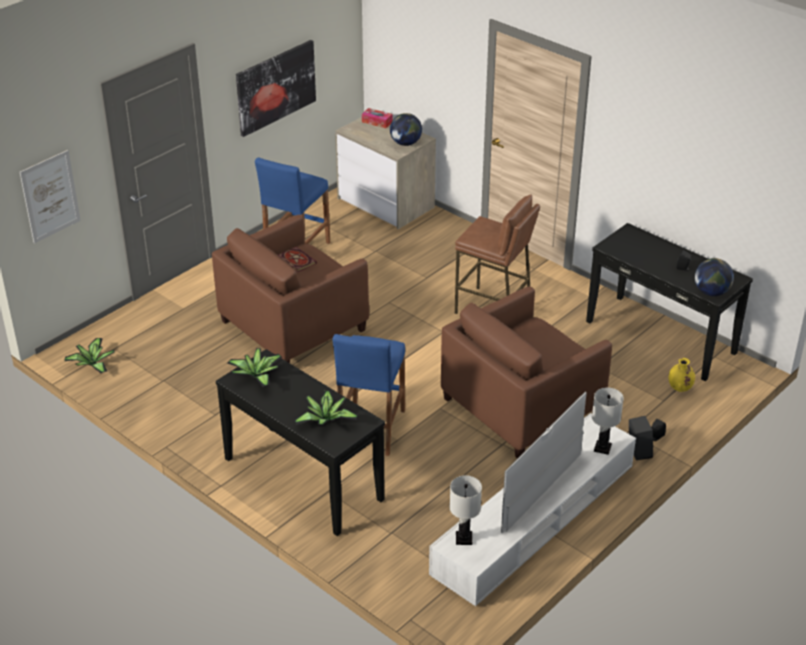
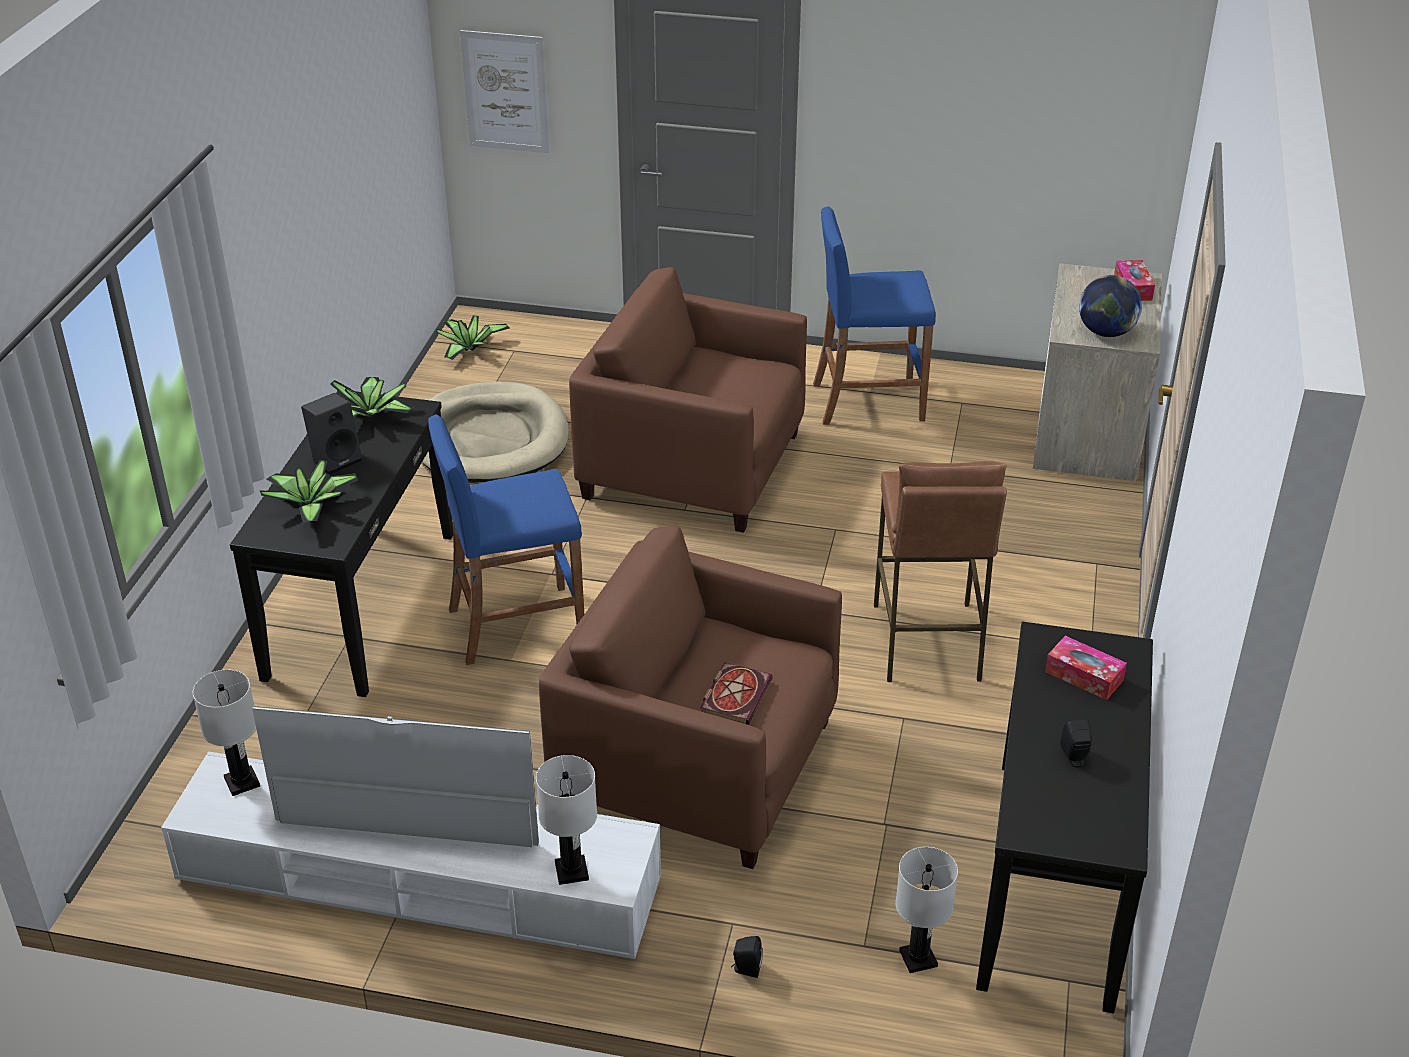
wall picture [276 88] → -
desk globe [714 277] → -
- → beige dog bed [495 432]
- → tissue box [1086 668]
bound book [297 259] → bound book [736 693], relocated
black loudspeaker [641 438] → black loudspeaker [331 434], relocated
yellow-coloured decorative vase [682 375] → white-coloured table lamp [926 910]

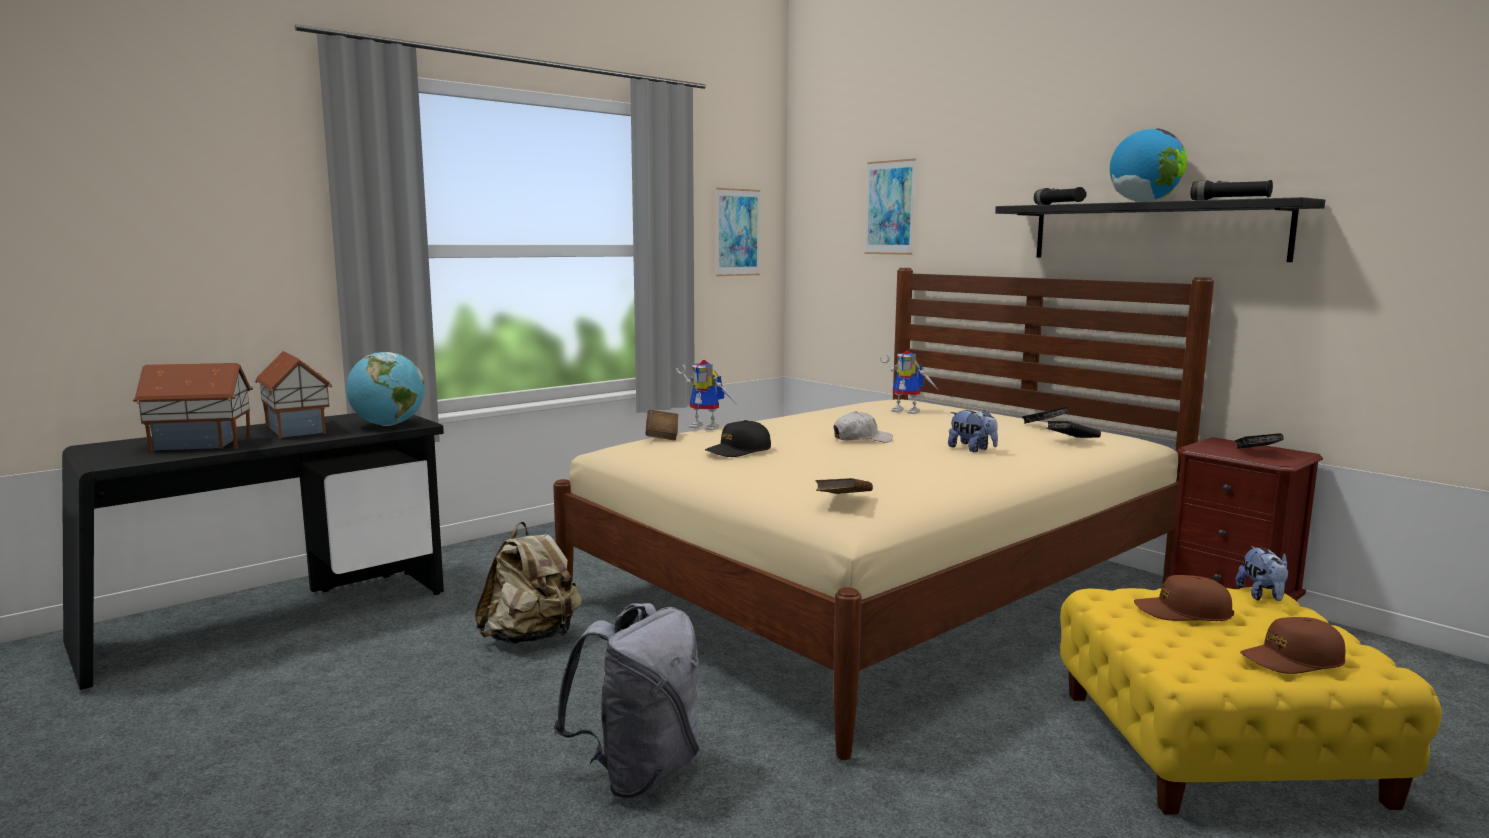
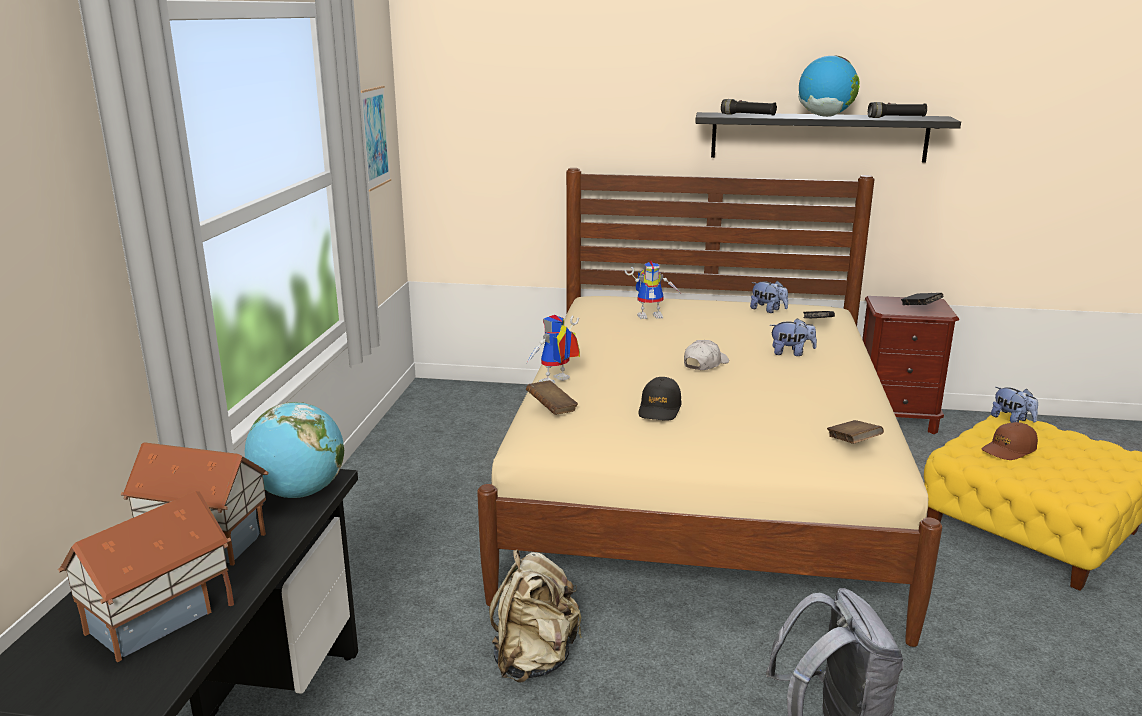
wall picture [890 207] → -
brownish cap [1293 645] → -
black bound book [1045 415] → soft toy [769 297]
robot figure [705 395] → robot figure [553 349], 150 degrees clockwise

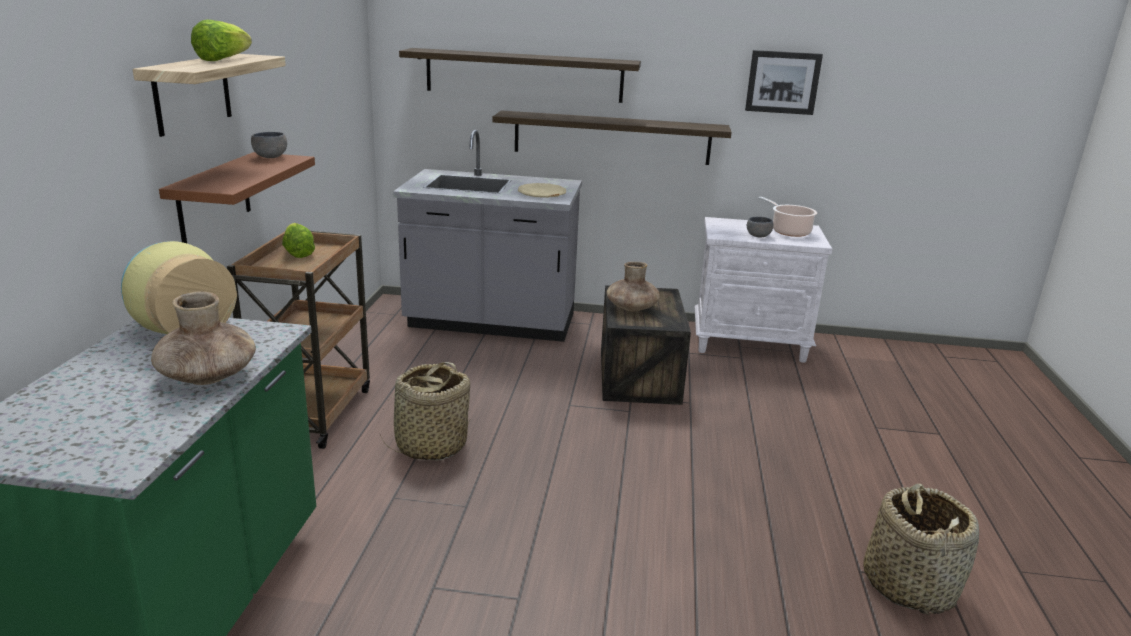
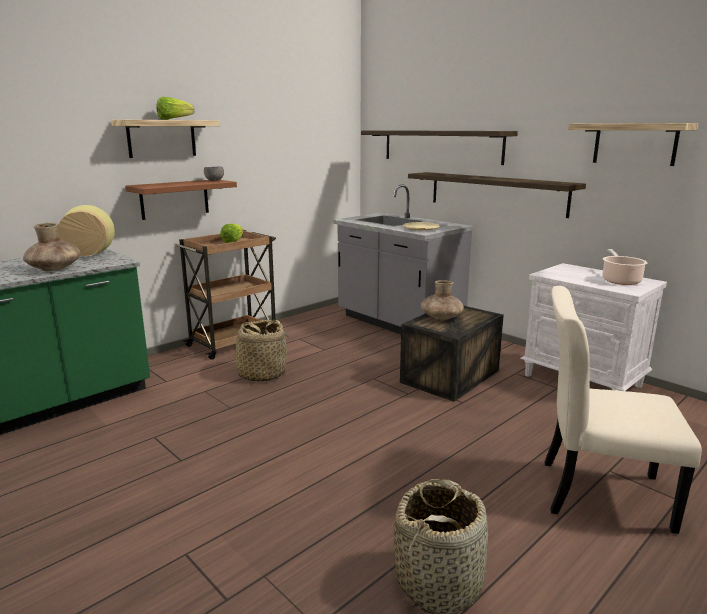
greyish serving bowl [760 227] → -
- → beige plain chair [623 410]
wall picture [784 82] → wall shelf [633 144]

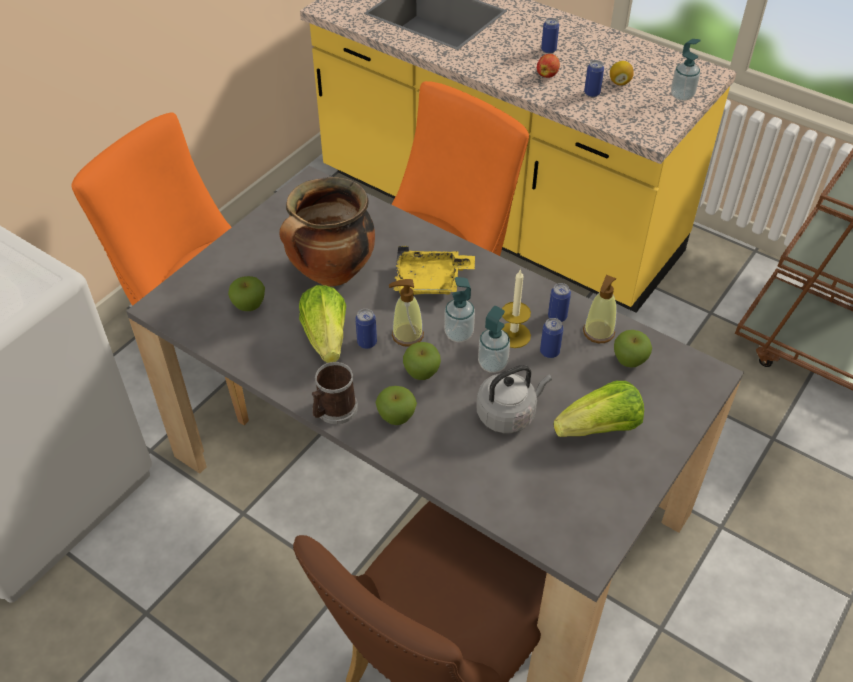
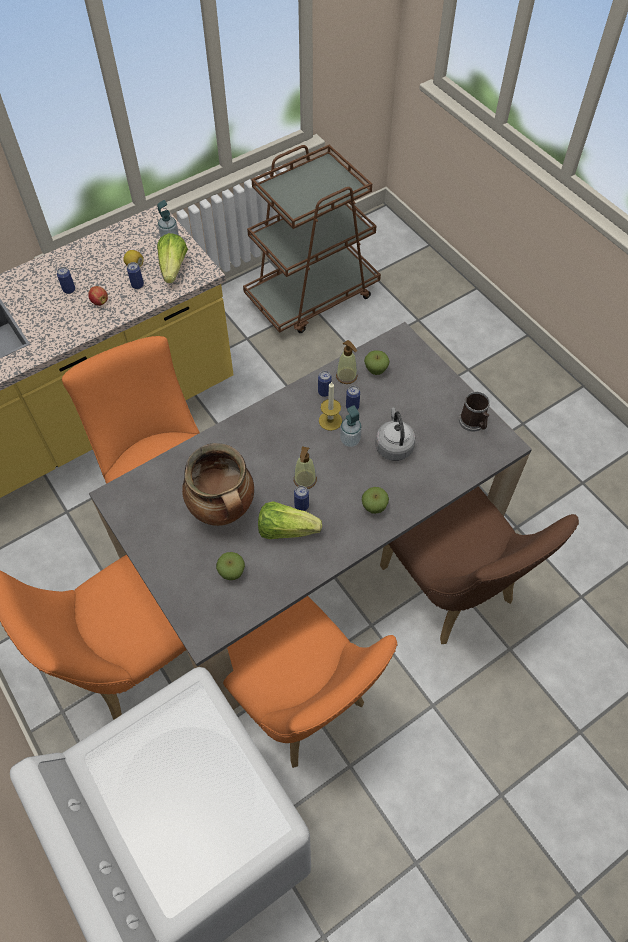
yellow-coloured carrying tray [434 270] → -
apple fruit [422 361] → -
liquid soap bottle [459 309] → -
- → orangey plain chair [310 682]
mug [335 393] → mug [474 412], relocated
lettuce [599 409] → lettuce [172 258], relocated

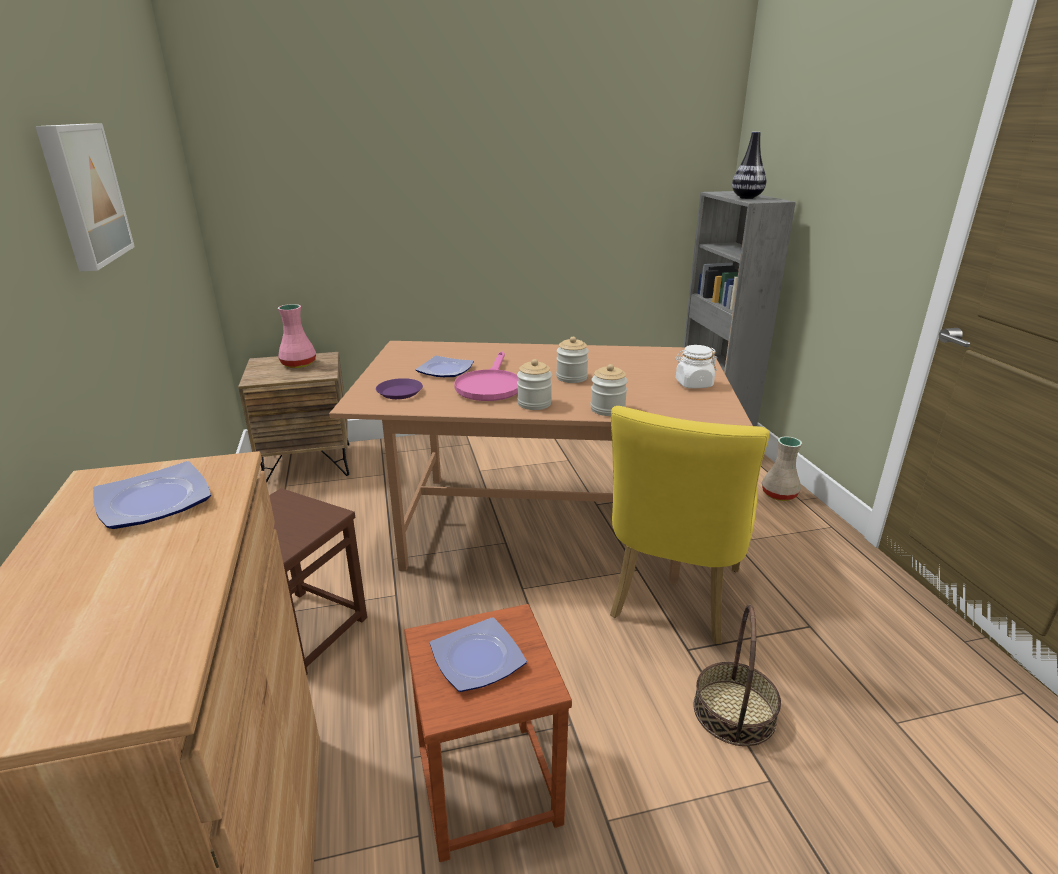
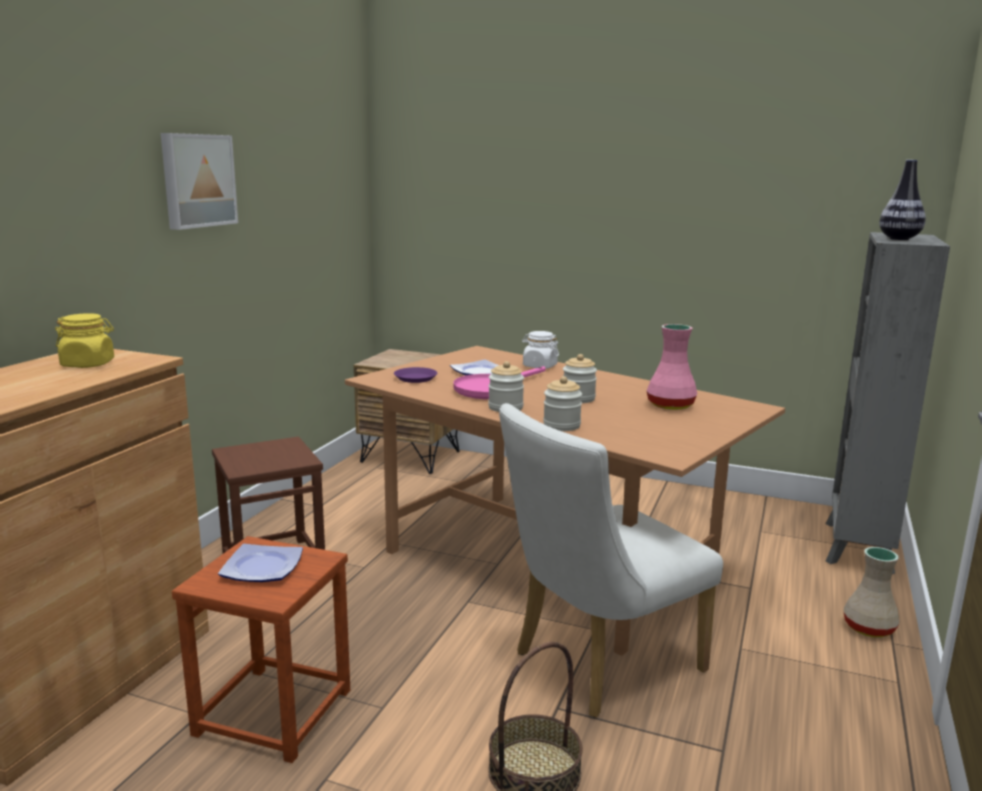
pink-coloured decorative vase [297 336] → pink-coloured decorative vase [672 367], relocated
white-coloured jar [696 366] → white-coloured jar [540 350], relocated
dinner plate [152 495] → yellow-coloured jar [84 340]
yellow-coloured plain chair [689 525] → white-coloured plain chair [611 560]

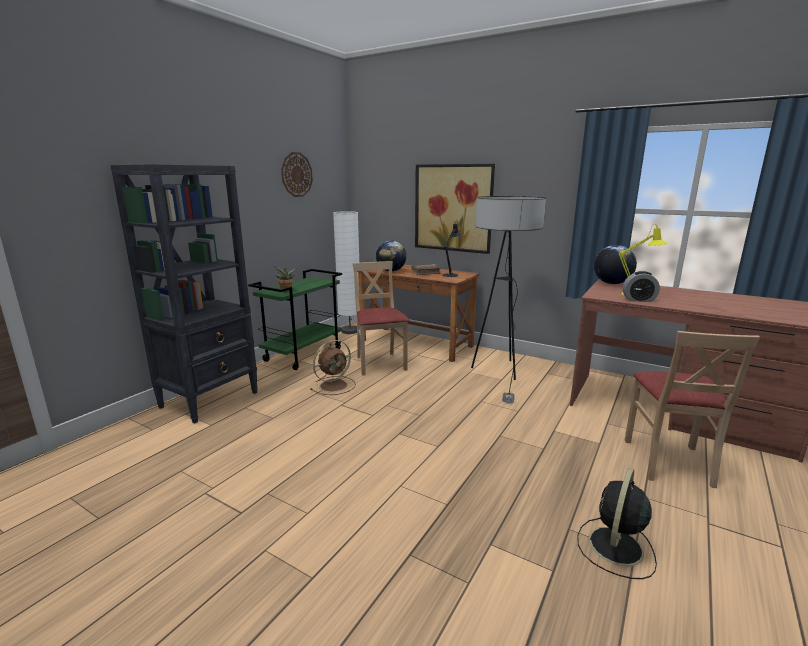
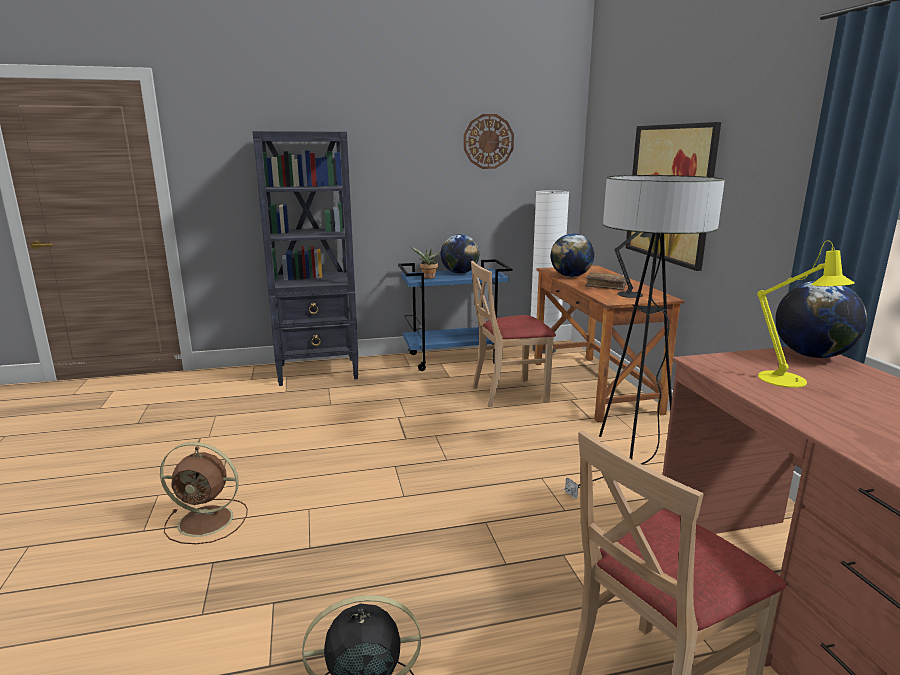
bedside clock [641 286] → -
- → desk globe [460 254]
brownish electric fan [333 367] → brownish electric fan [204 493], relocated
green trolley [295 319] → blue trolley [455 315]
beige plain chair [381 318] → beige plain chair [513 334], 135 degrees counterclockwise

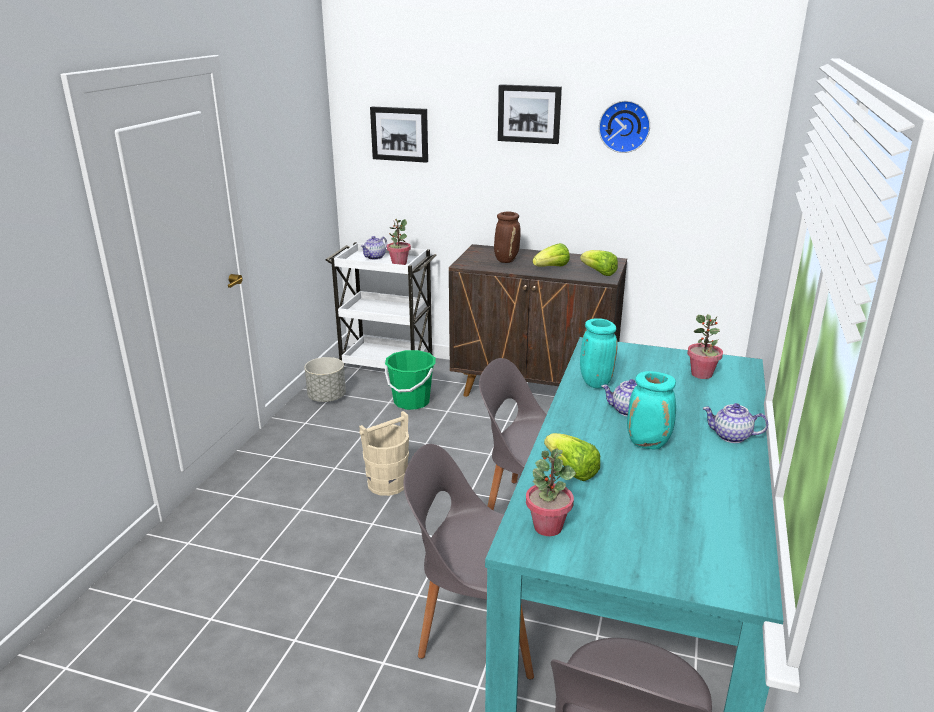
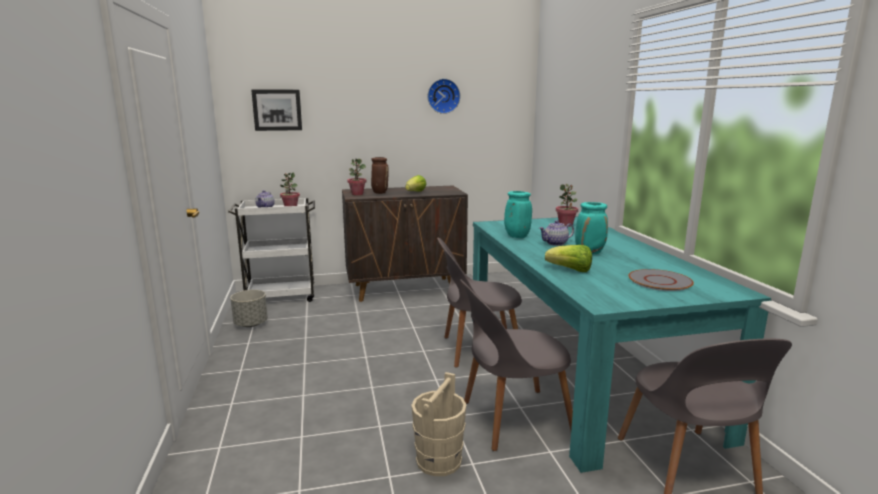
green pail [410 380] → -
wall picture [530 114] → -
lettuce [599 263] → -
teapot [735 423] → -
- → greyish dinner plate [661 280]
beige pail [384 453] → beige pail [439 424], relocated
plant in a pot [551 492] → plant in a pot [356 177], relocated

